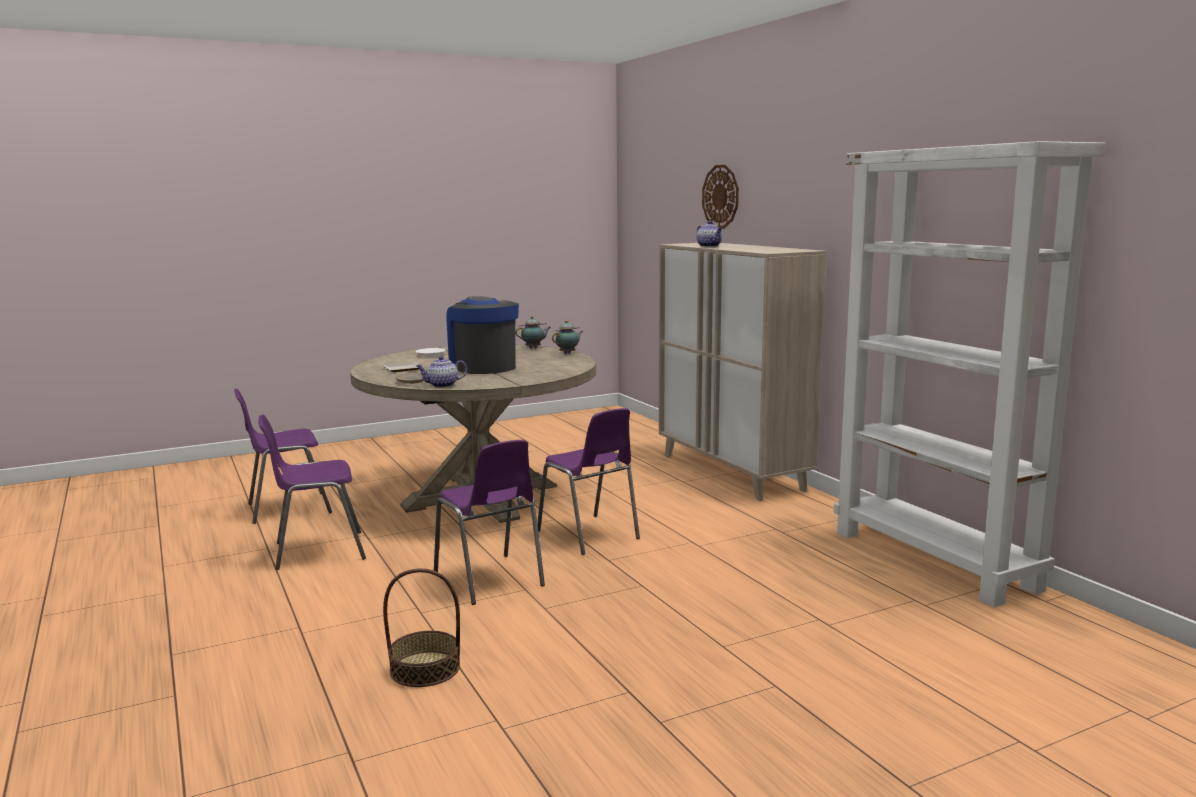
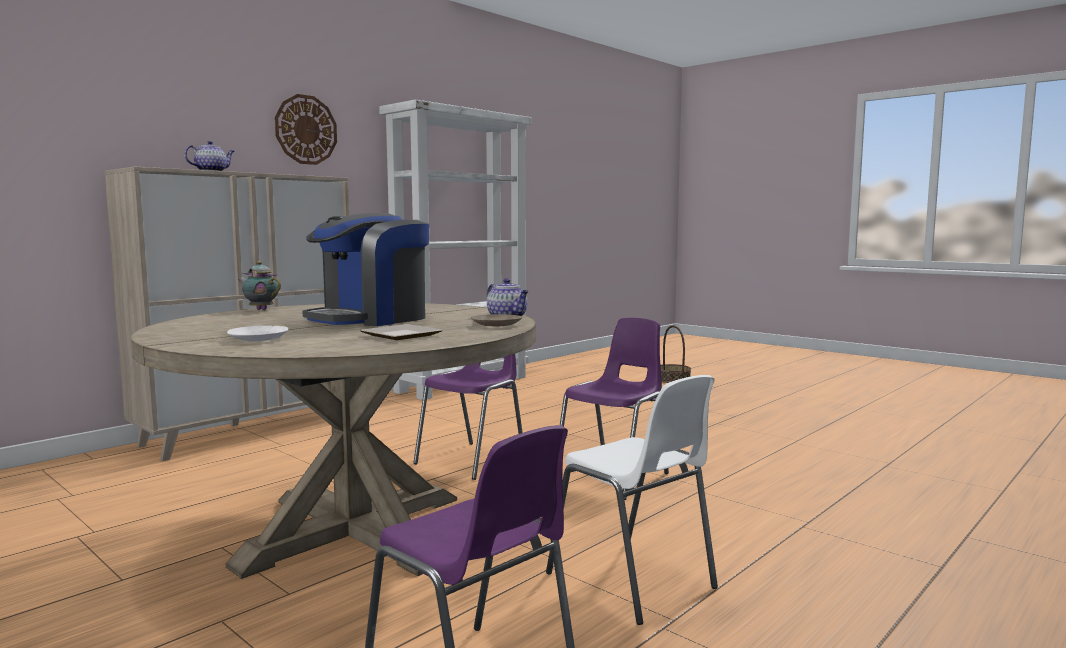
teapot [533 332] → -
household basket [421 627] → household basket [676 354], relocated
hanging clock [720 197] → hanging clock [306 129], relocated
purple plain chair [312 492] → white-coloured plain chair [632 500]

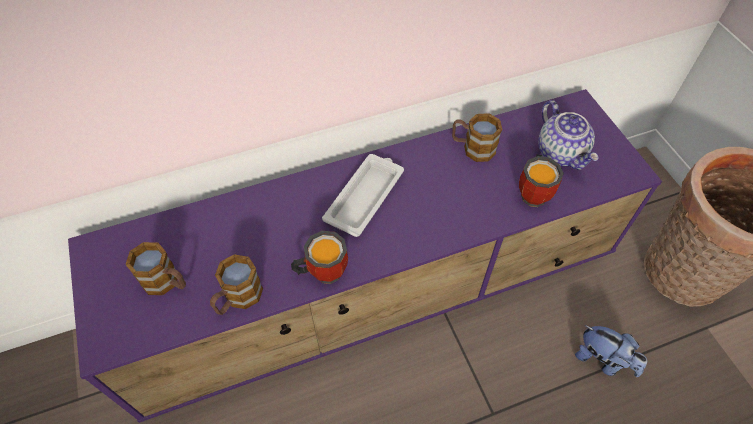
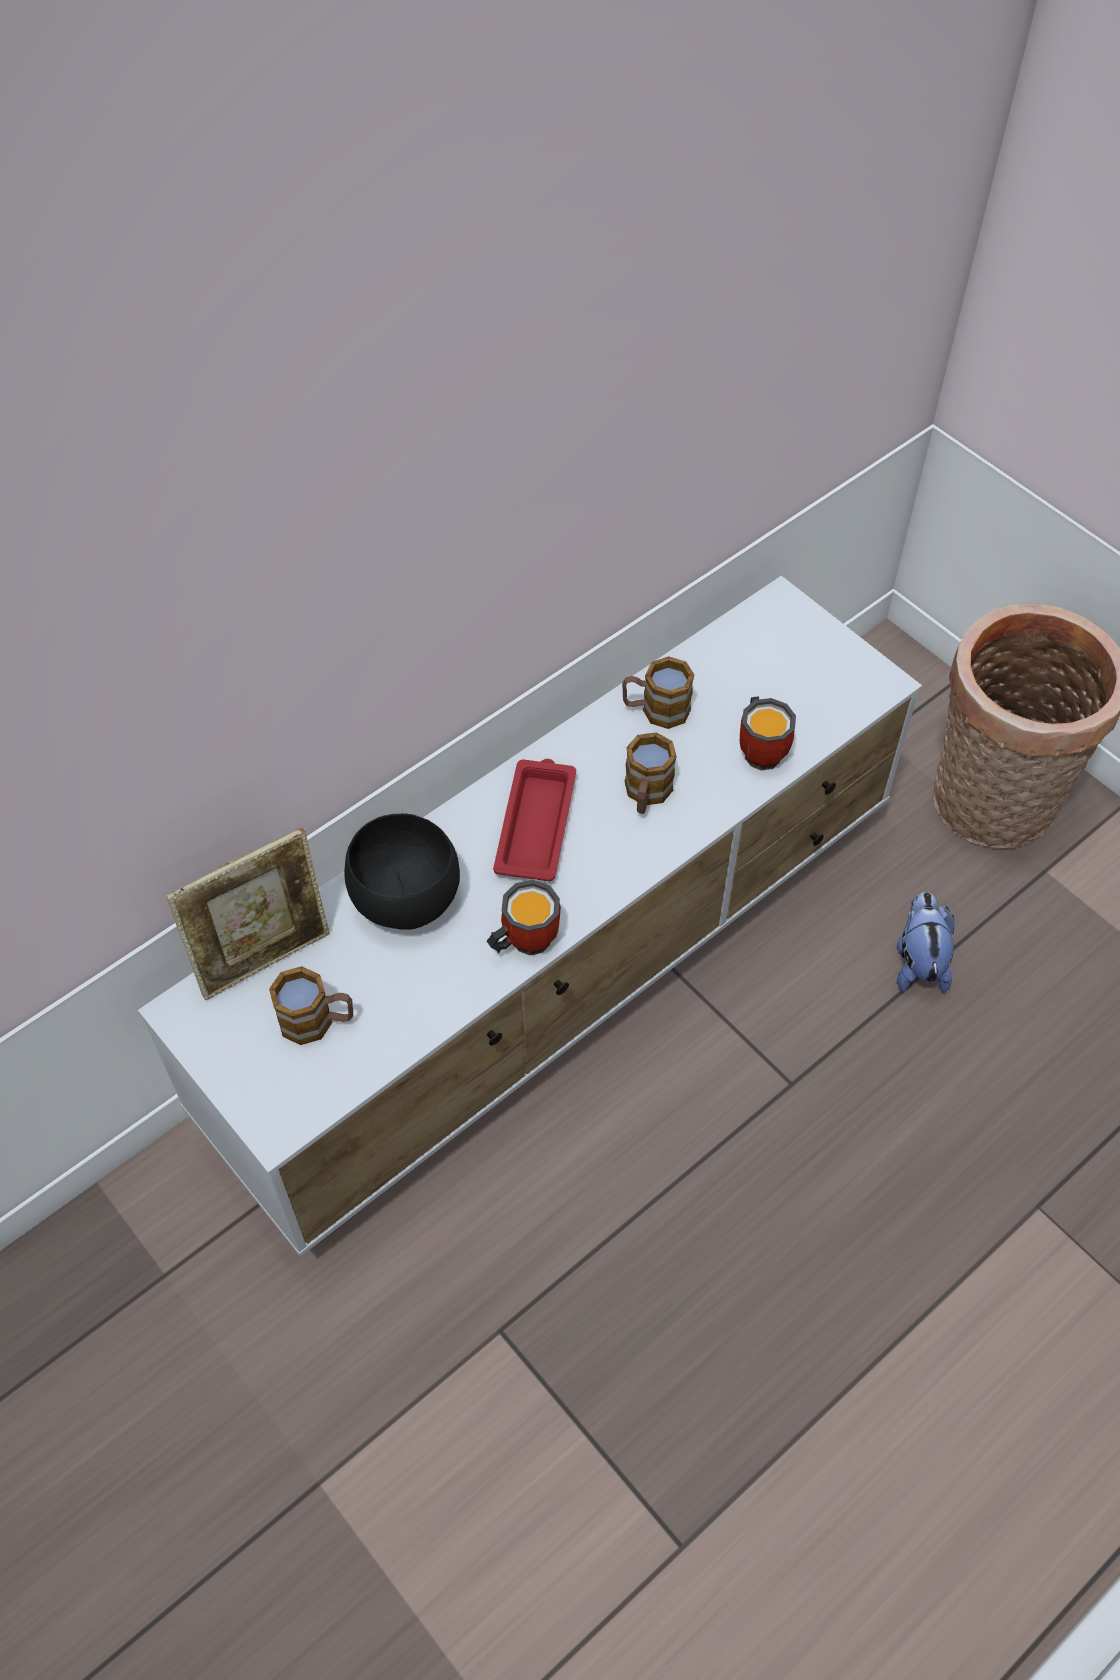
teapot [568 135] → -
- → picture frame [248 914]
- → black serving bowl [402 871]
mug [236 284] → mug [651 773], relocated
purple media console [365 256] → white-coloured media console [530 916]
white-coloured carrying tray [363 195] → red-coloured carrying tray [534 820]
soft toy [611 351] → soft toy [925 942], 105 degrees counterclockwise

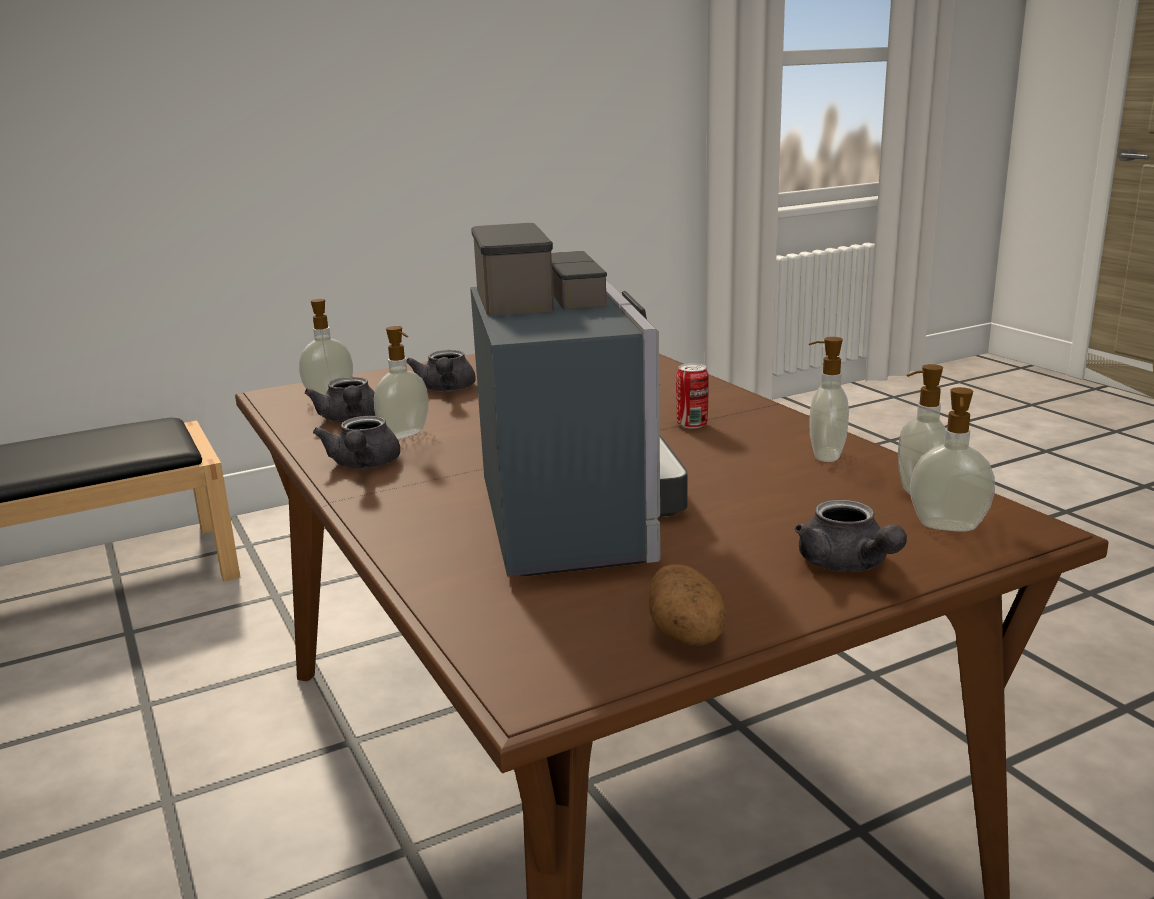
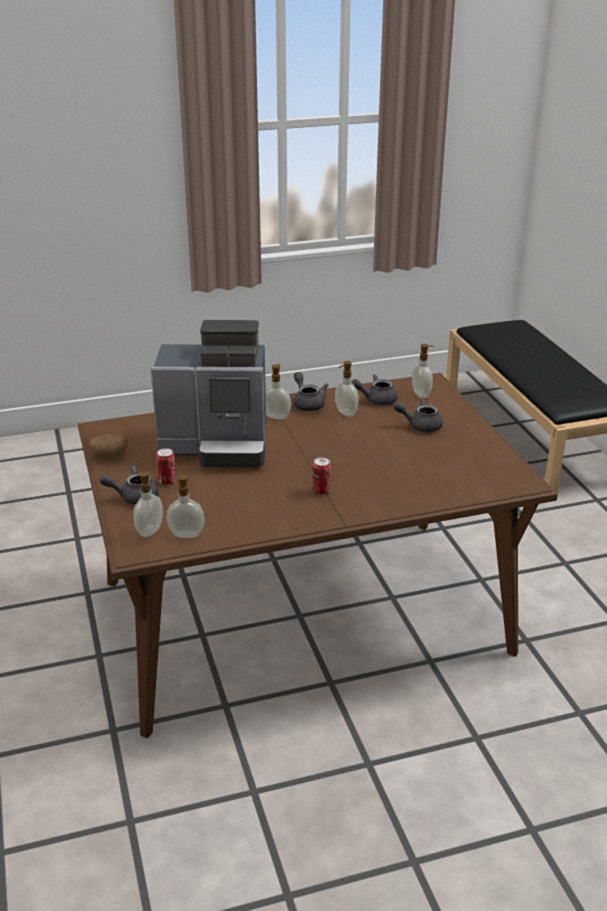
- → sealed can [166 466]
liquid soap bottle [829 399] → liquid soap bottle [278 392], relocated
greyish teapot [356 442] → greyish teapot [311 391], 60 degrees clockwise

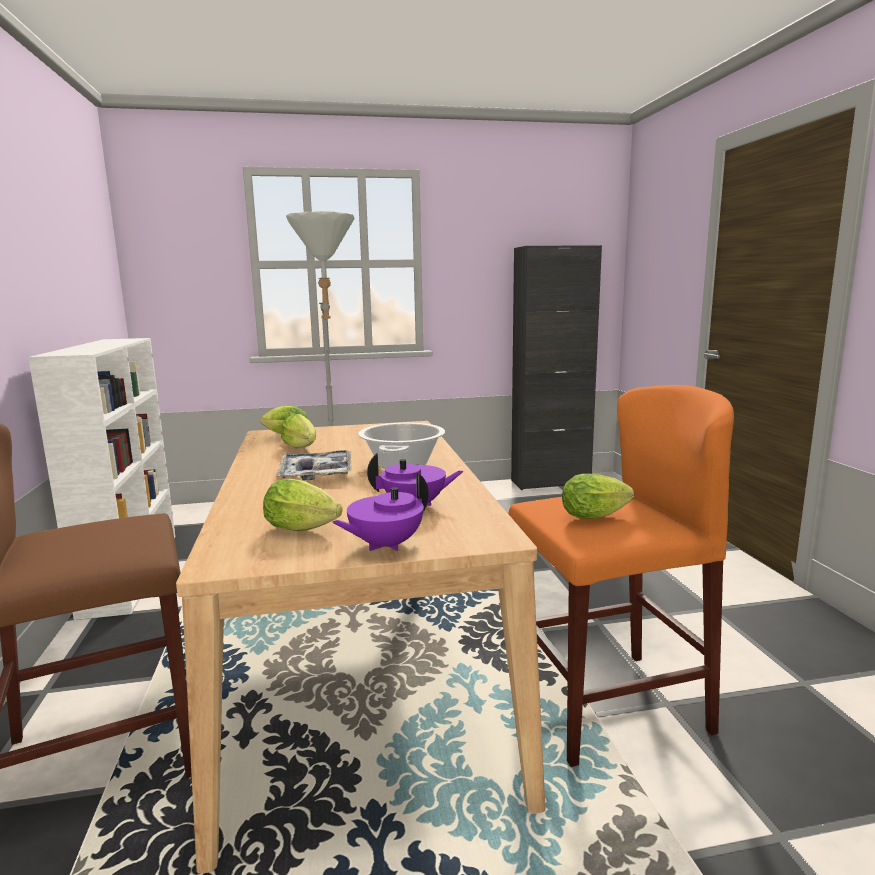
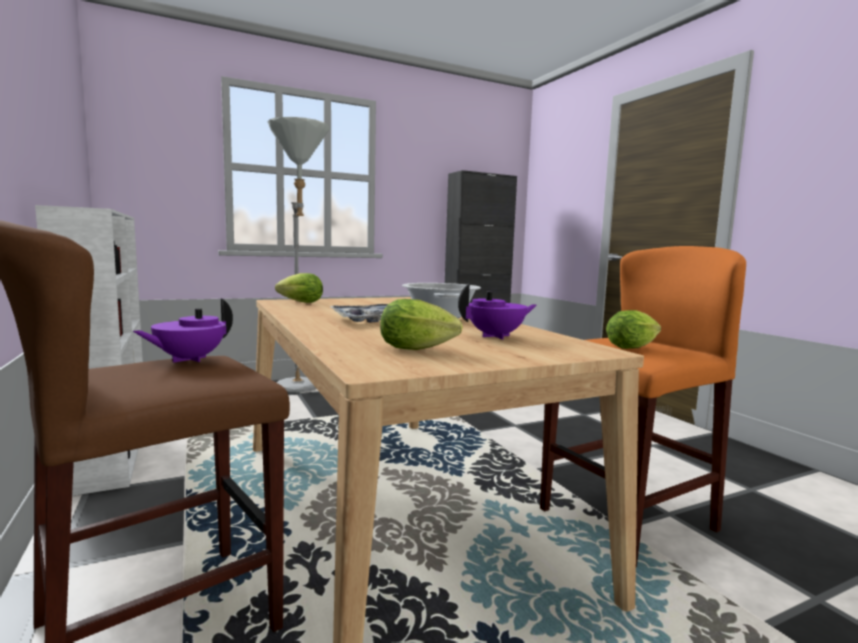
lettuce [298 431] → -
purple teapot [380 512] → purple teapot [183 331], relocated

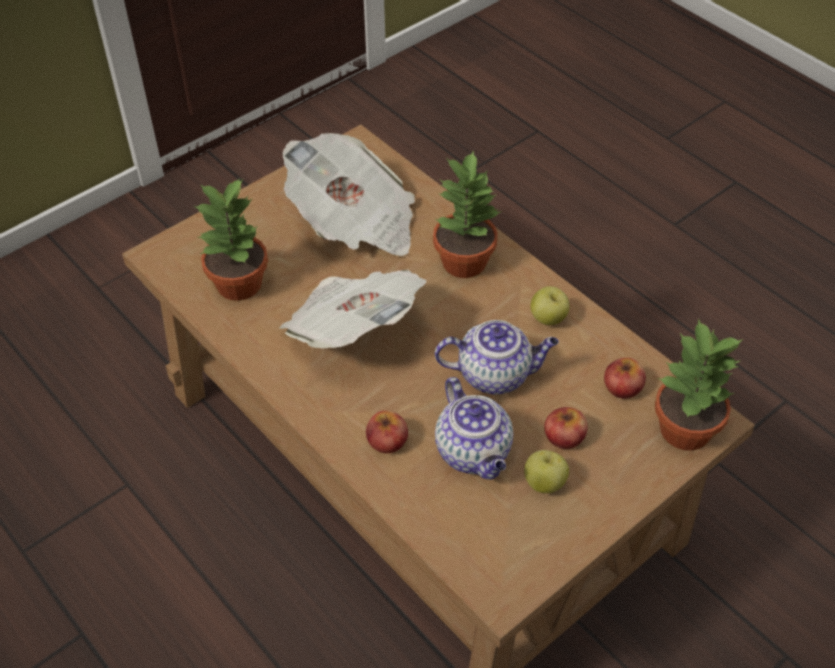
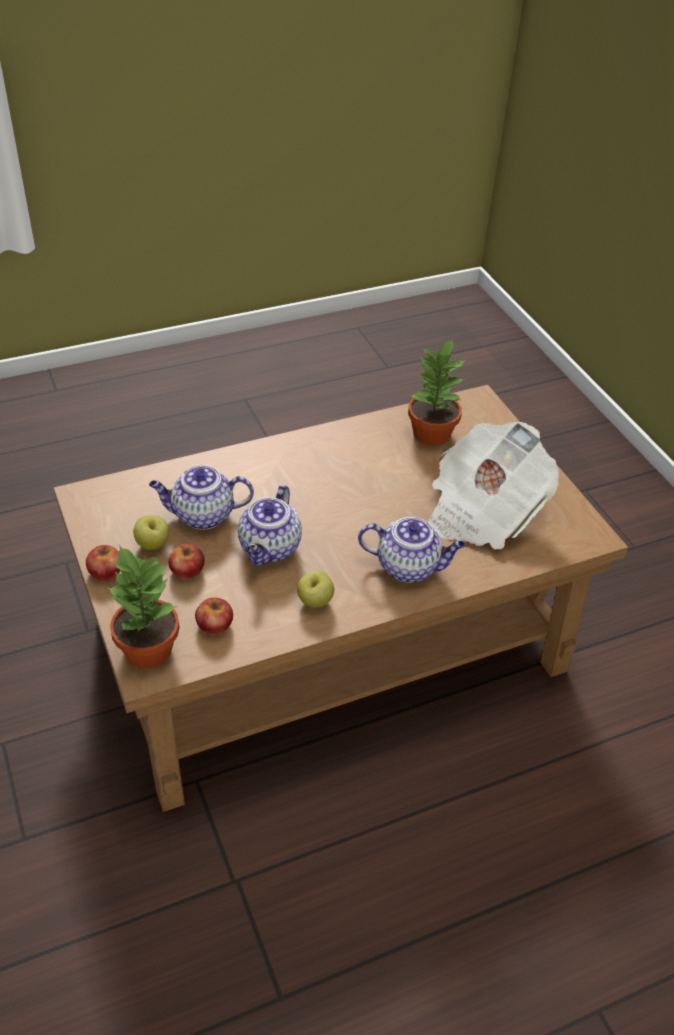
printed paper [352 309] → -
apple fruit [387 431] → apple fruit [103 563], relocated
plant in a pot [466 214] → teapot [412 549]

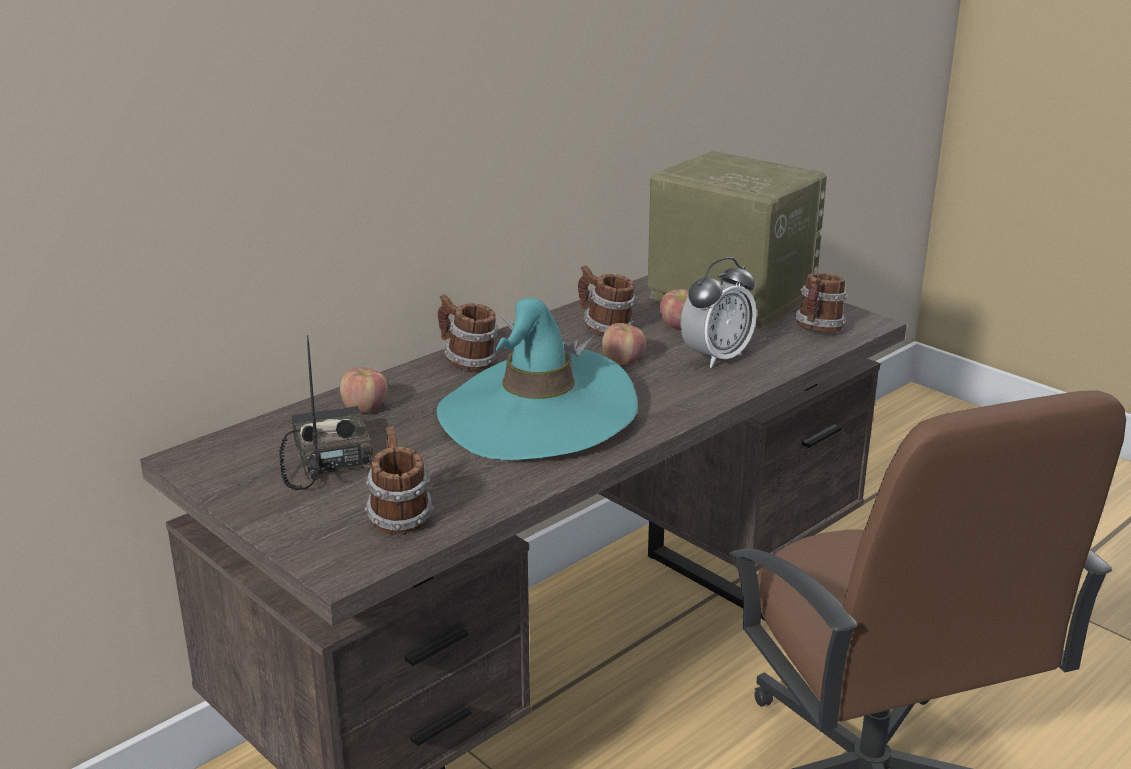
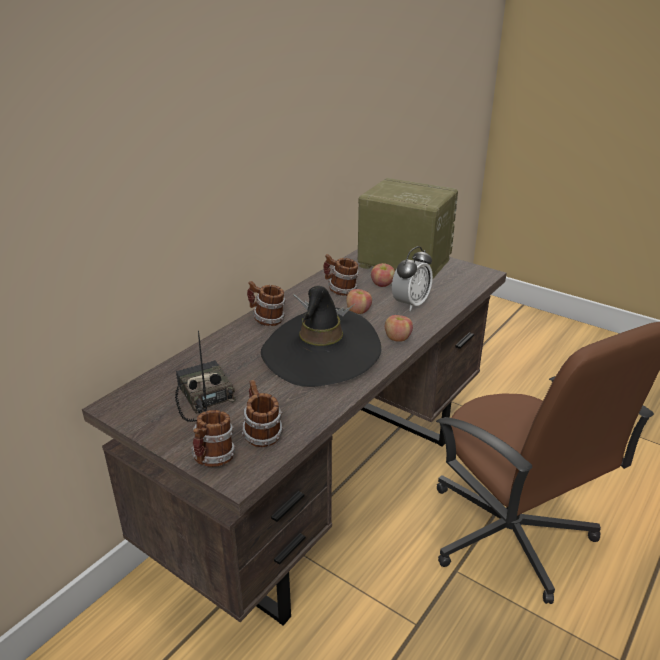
apple fruit [364 389] → apple fruit [399 328], relocated
mug [820 302] → mug [213 438], relocated
turquoise-coloured wearable hat [537 379] → black wearable hat [321 336]

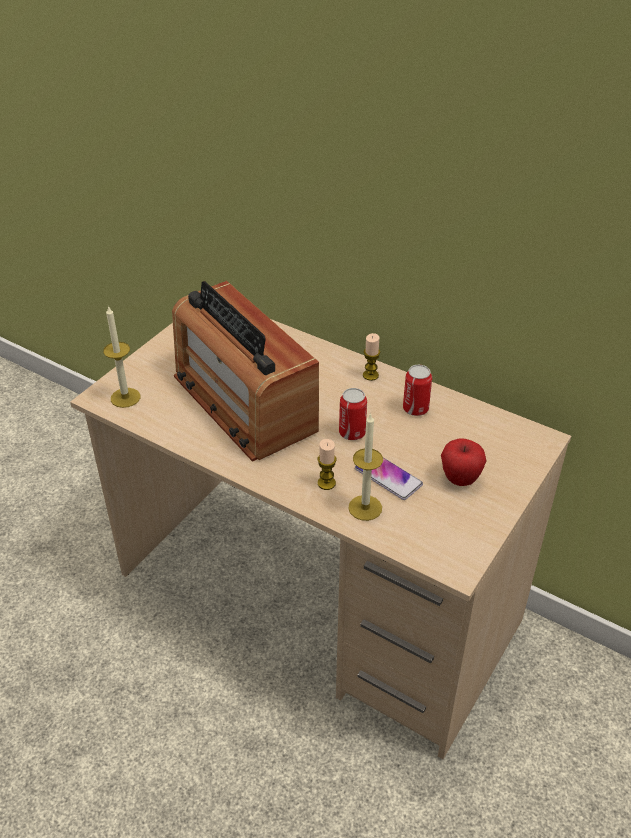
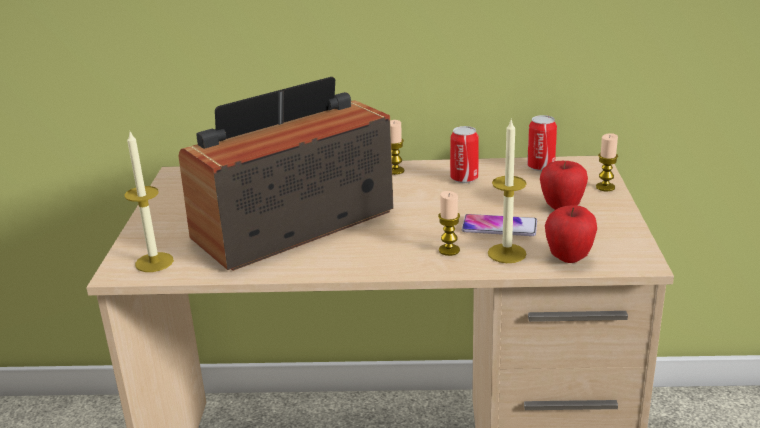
- → apple fruit [571 234]
- → wax light [607 162]
sealed can [353 414] → sealed can [542 143], relocated
radio set [245 371] → radio set [286 174], 120 degrees clockwise

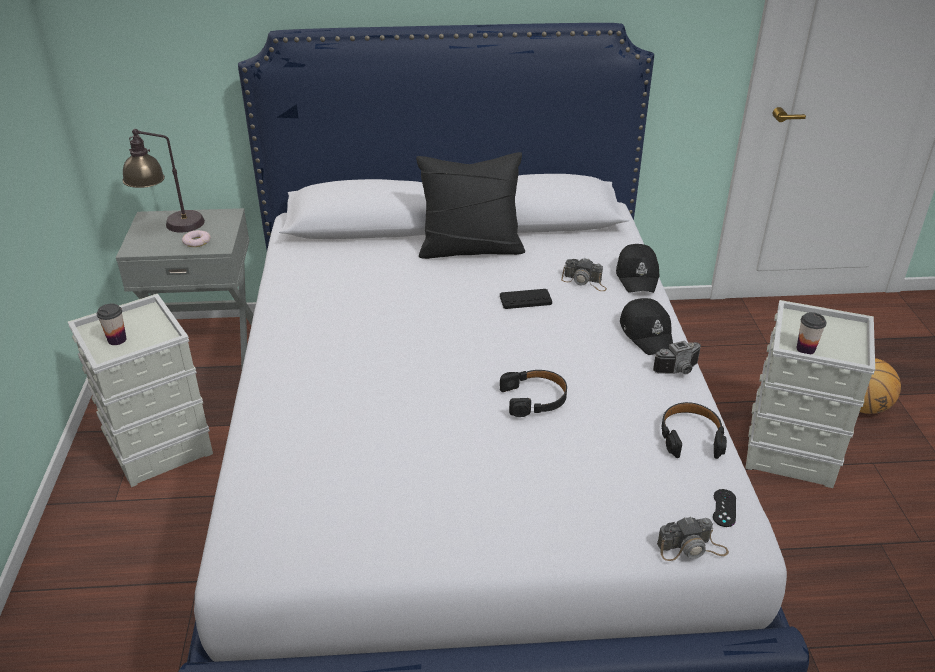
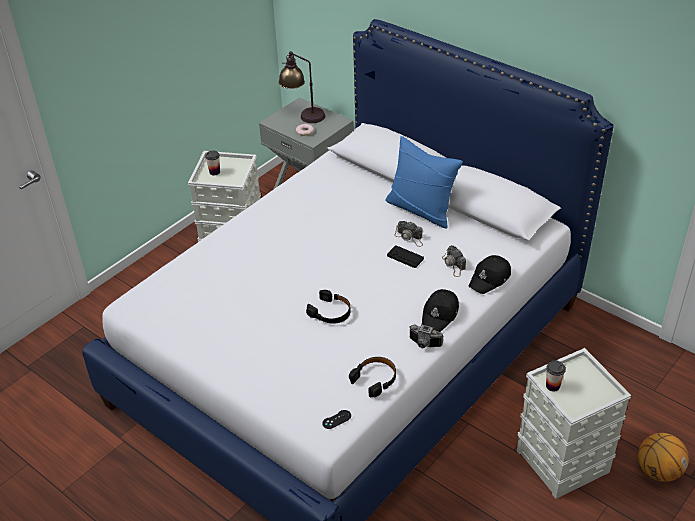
still camera [693 538] → still camera [408 234], relocated
black pillow [470 205] → blue pillow [424 182]

